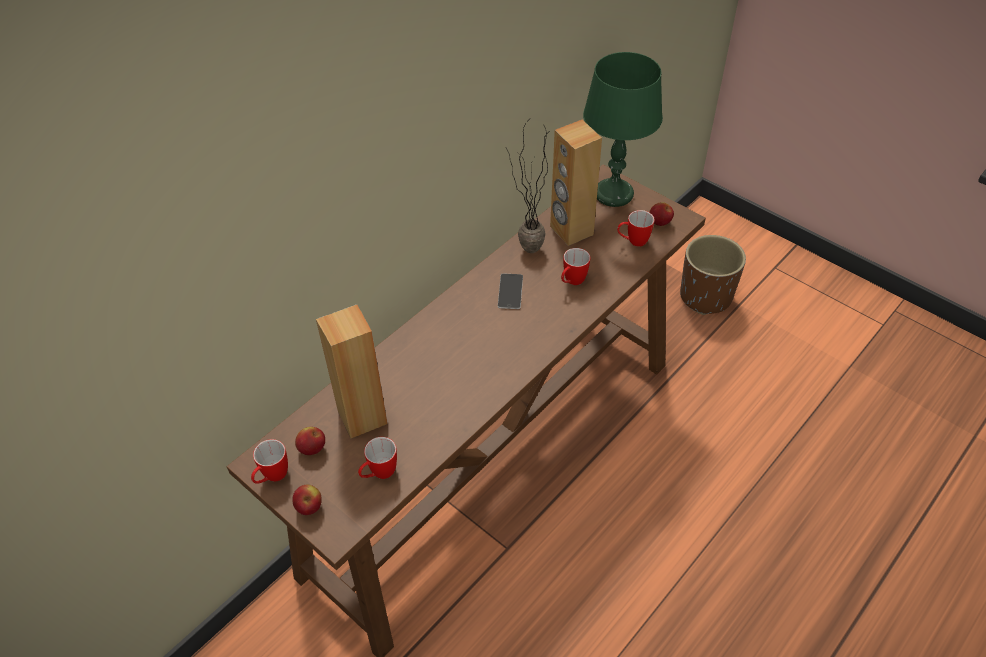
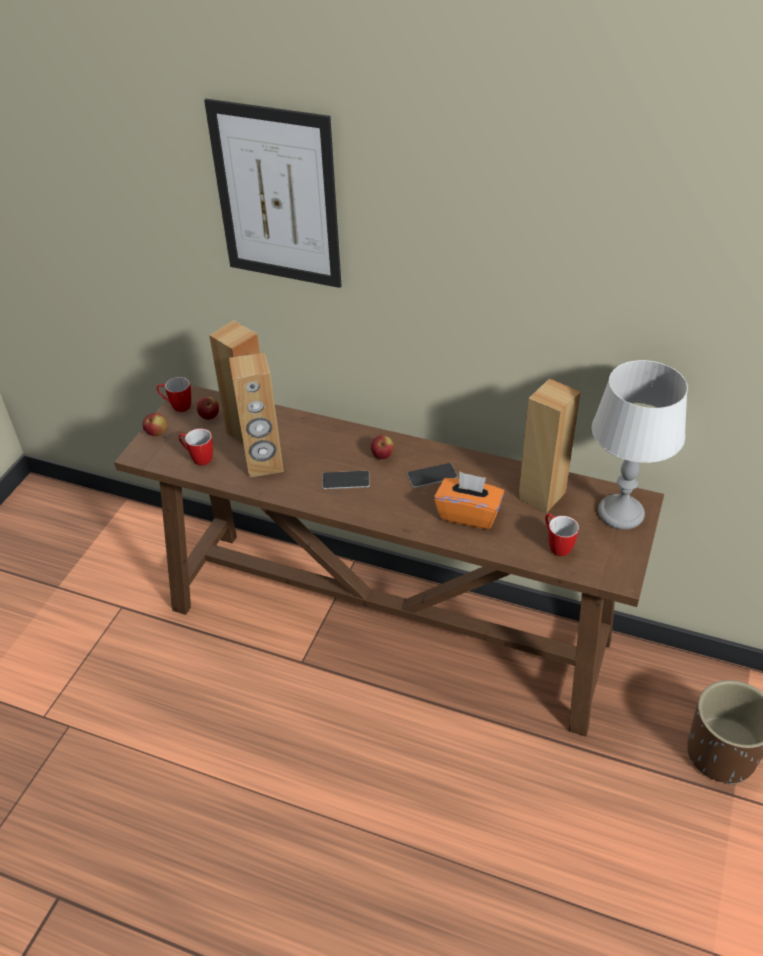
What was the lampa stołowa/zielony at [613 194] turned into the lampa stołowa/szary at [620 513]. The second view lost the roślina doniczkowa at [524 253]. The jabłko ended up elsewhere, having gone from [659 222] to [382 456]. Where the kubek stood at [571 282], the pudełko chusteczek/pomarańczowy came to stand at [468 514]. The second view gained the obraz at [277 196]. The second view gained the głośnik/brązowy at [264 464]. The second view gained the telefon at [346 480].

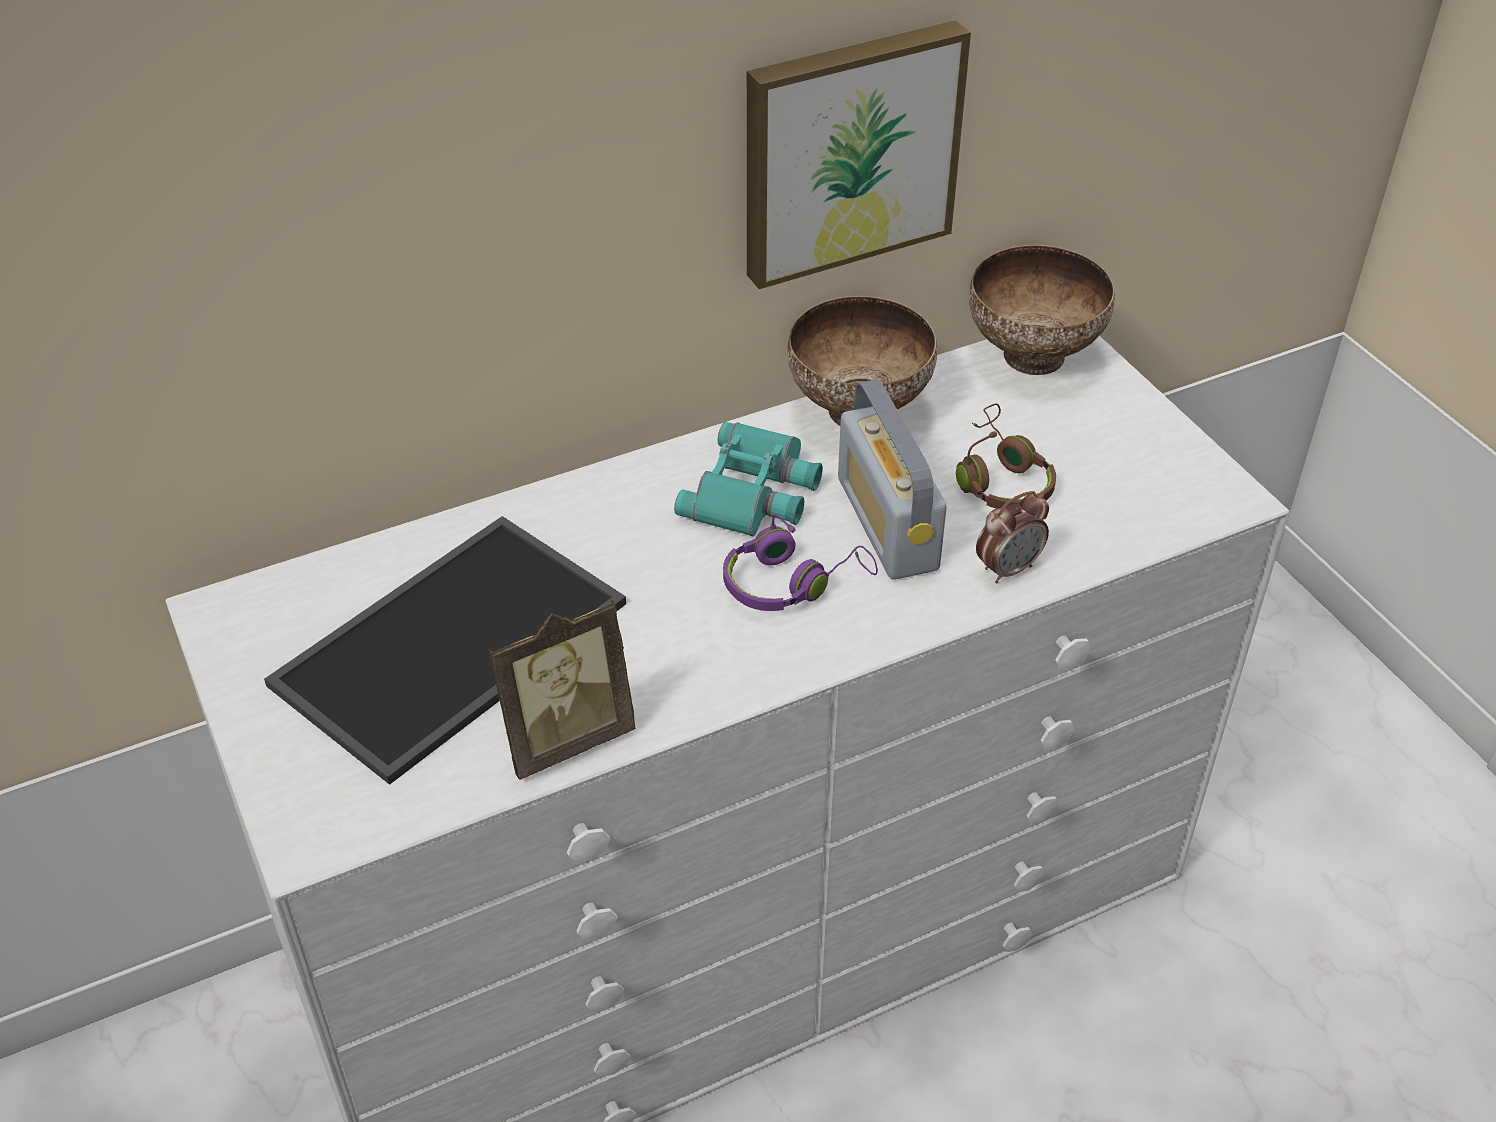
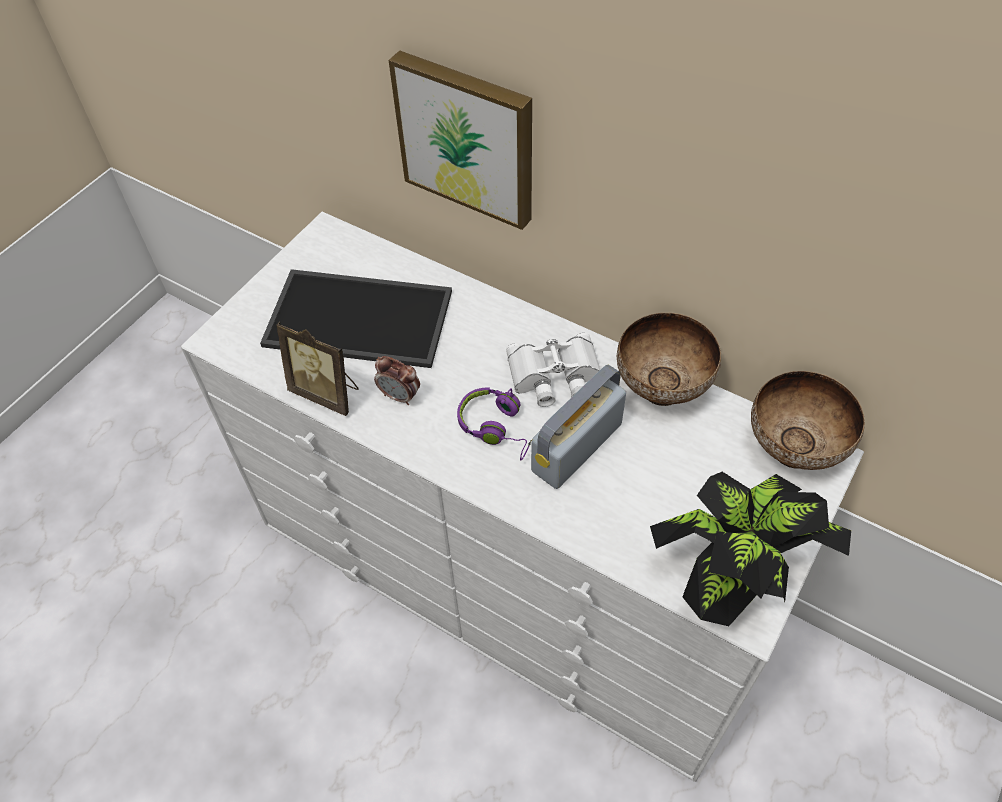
The obraz ended up elsewhere, having gone from [848 150] to [468 138]. The second view lost the słuchawki/brązowy at [999 478]. What was the lornetka/turkusowy at [755 492] turned into the lornetka/biały at [554 376]. The budzik ended up elsewhere, having gone from [1008 569] to [400 396]. The second view gained the roślina doniczkowa at [733 578].

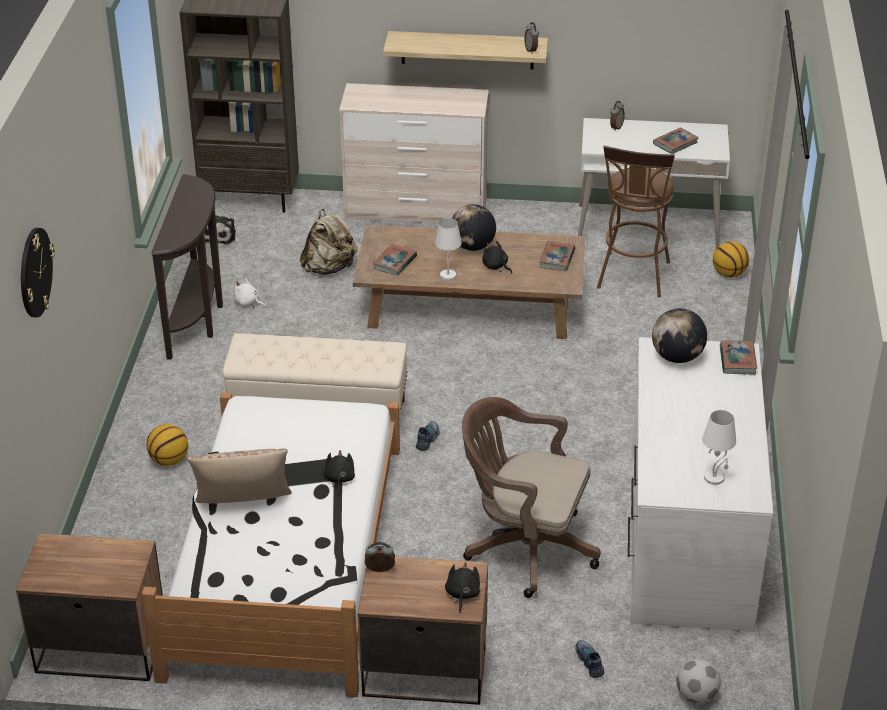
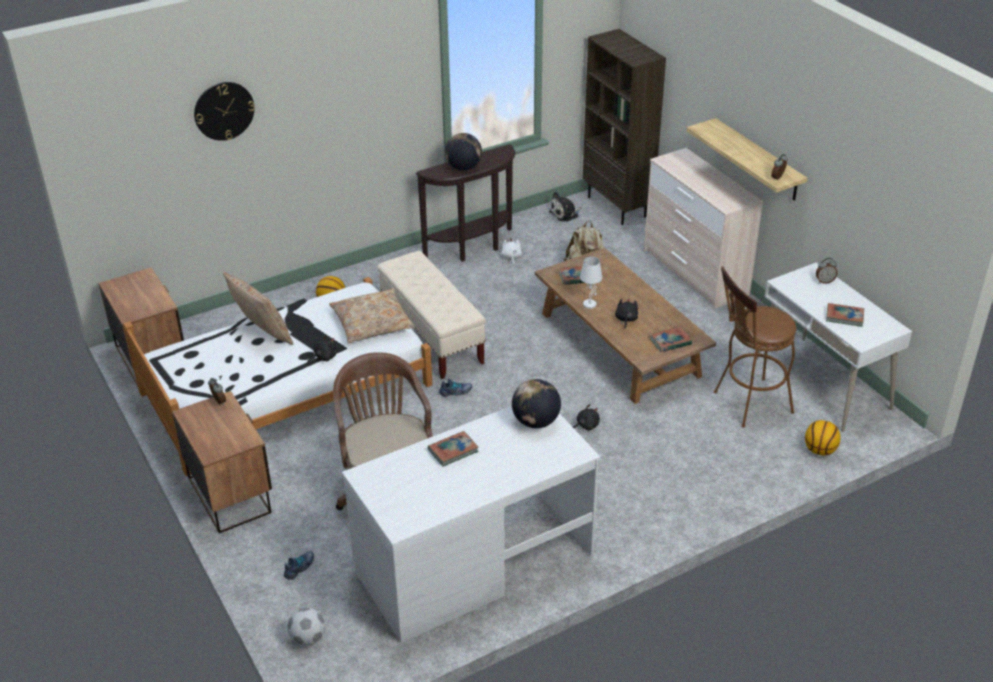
The globus ended up elsewhere, having gone from [472 246] to [463 167]. The książka ended up elsewhere, having gone from [737 360] to [453 451]. The second view lost the lampa stołowa/biały at [714 477]. The pluszak/czarny ended up elsewhere, having gone from [462 594] to [586 425]. The second view gained the poduszka/beżowy at [372 324].

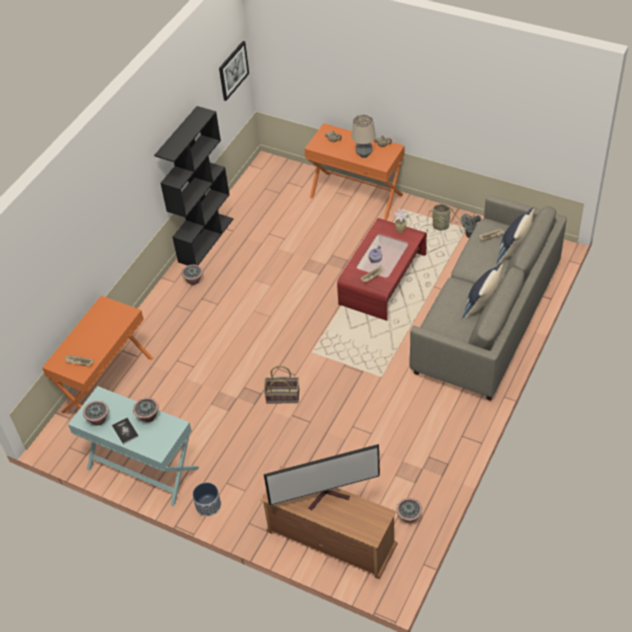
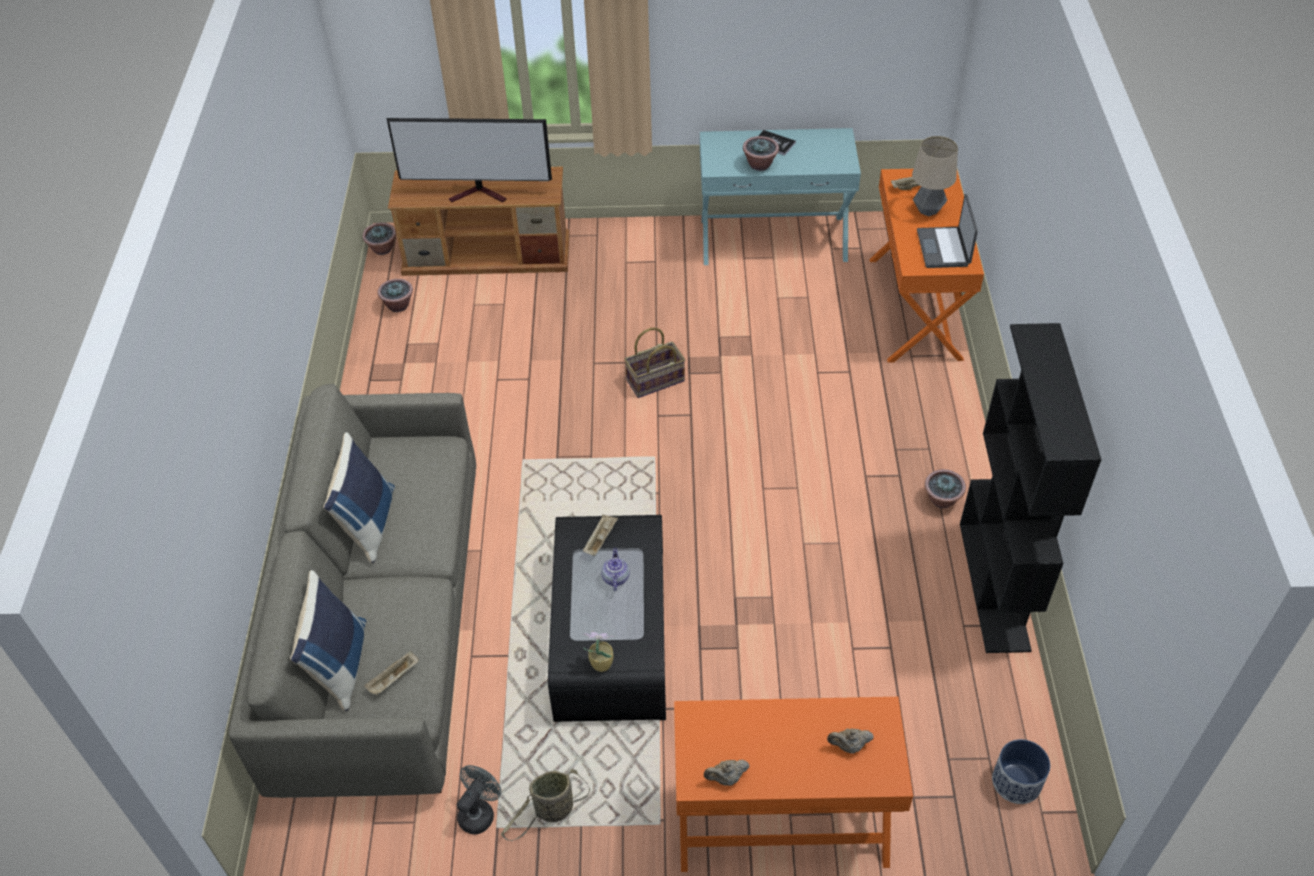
The second view lost the obraz at [233 70]. The lampa stołowa ended up elsewhere, having gone from [364 154] to [928 210]. What was the ława/czerwony at [383 279] turned into the ława/czarny at [610 633]. The roślina doniczkowa ended up elsewhere, having gone from [98 419] to [382 249]. The telewizor at [328 496] ended up facing another way, 135 degrees counterclockwise from before. The donica ended up elsewhere, having gone from [208 505] to [1016 781]. The second view gained the laptop at [944 248].

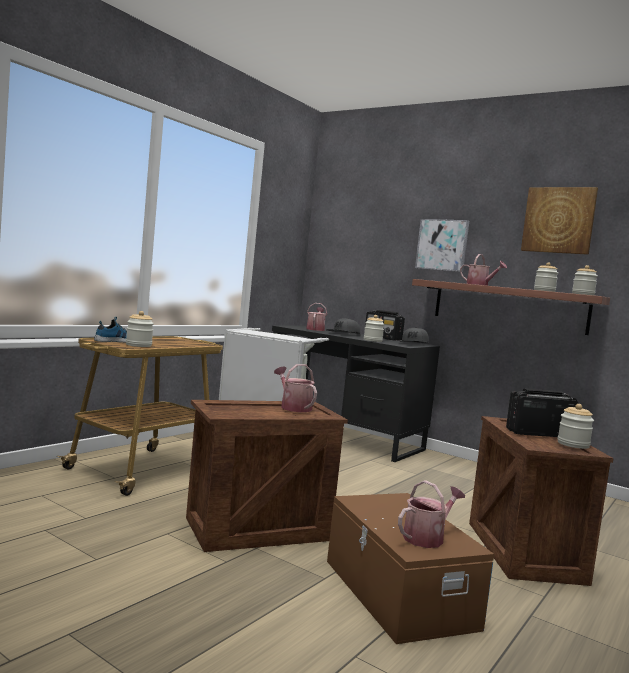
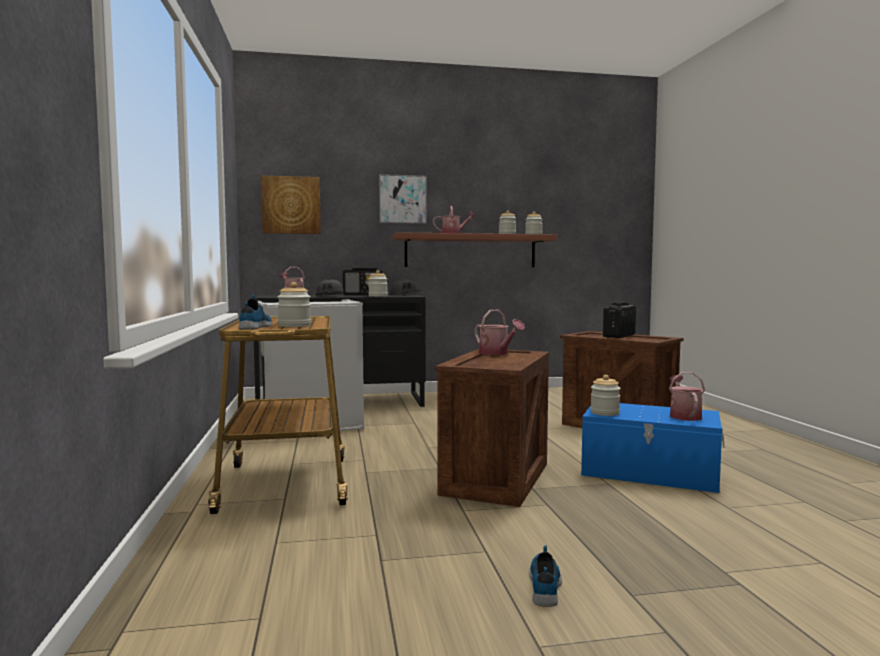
The obraz ended up elsewhere, having gone from [558 220] to [291 205]. The konewka at [293 407] ended up facing another way, 135 degrees counterclockwise from before. The słoik ended up elsewhere, having gone from [573 444] to [605 413]. What was the pojemnik do przechowywania/brązowy at [397 594] turned into the pojemnik do przechowywania/niebieski at [650 472]. The second view gained the but at [545 584].

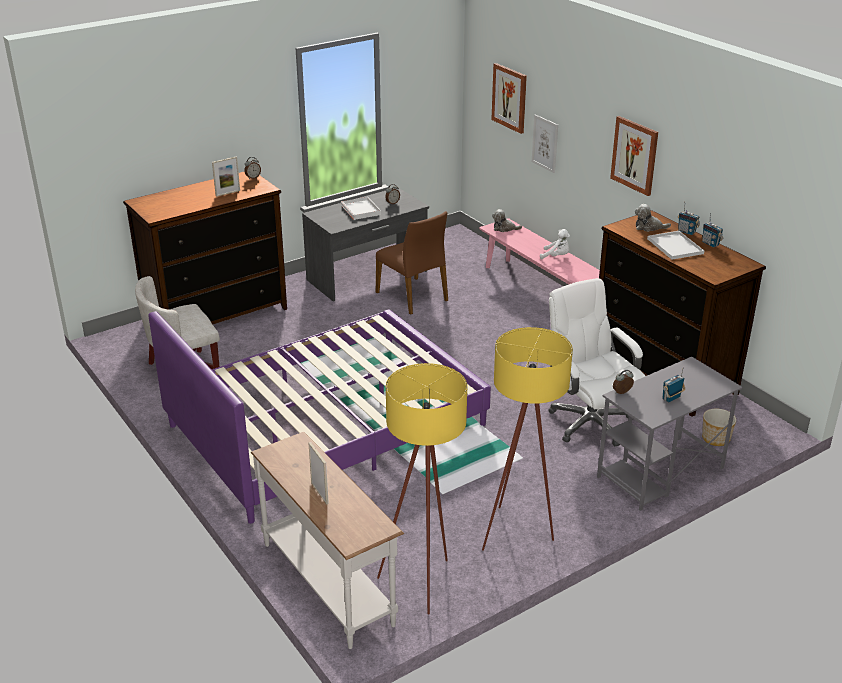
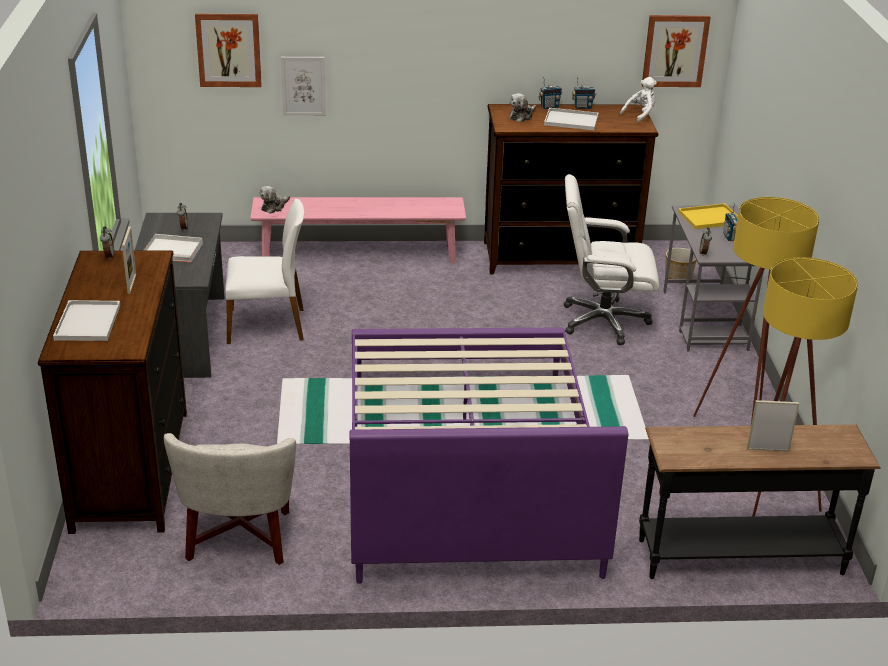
The obraz ended up elsewhere, having gone from [634 155] to [675 50]. What was the krzesło/brązowy at [413 296] turned into the krzesło/biały at [267 325]. The pluszak/biały ended up elsewhere, having gone from [556 256] to [640 114]. What was the stolik konsolowy/biały at [329 583] turned into the stolik konsolowy/czarny at [739 555]. The second view gained the taca/żółty at [709 218]. The second view gained the taca/biały at [87 321].

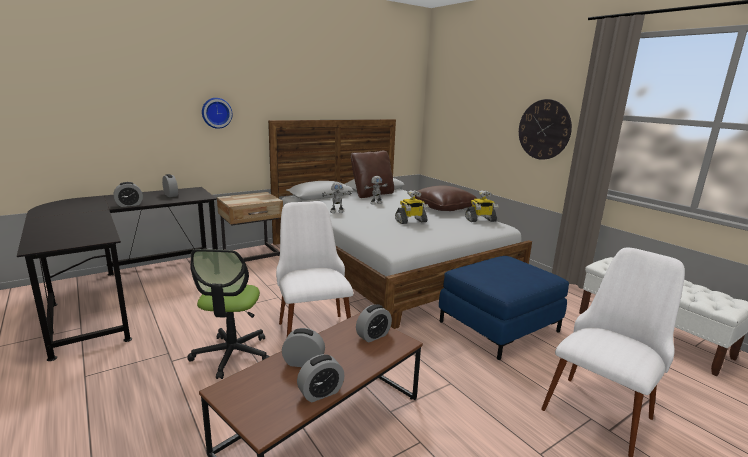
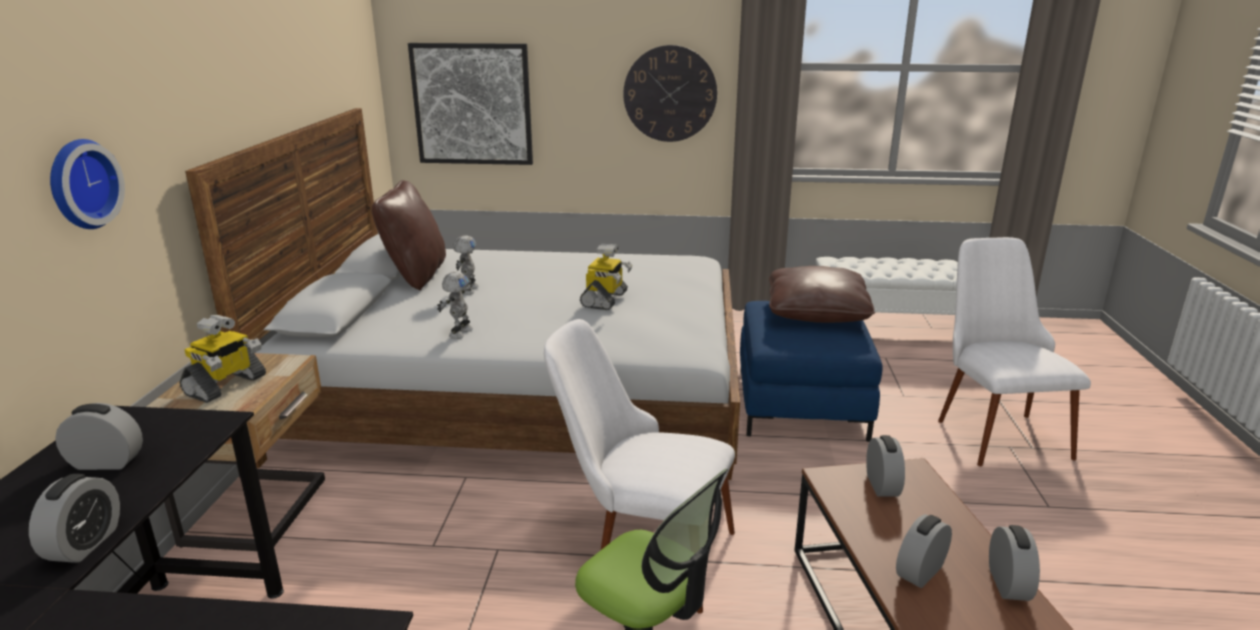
The poduszka/brązowy ended up elsewhere, having gone from [443 208] to [817 313]. The robot zabawkowy ended up elsewhere, having gone from [480 220] to [226 386]. The second view gained the obraz at [472 104].

